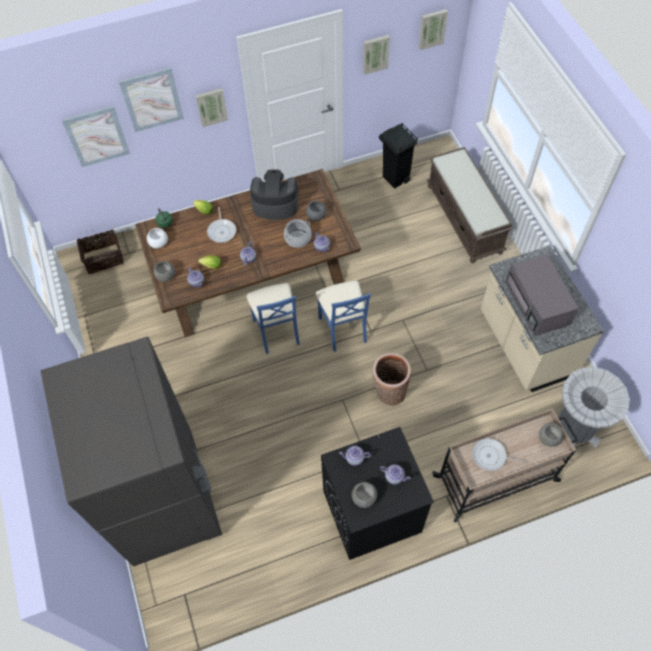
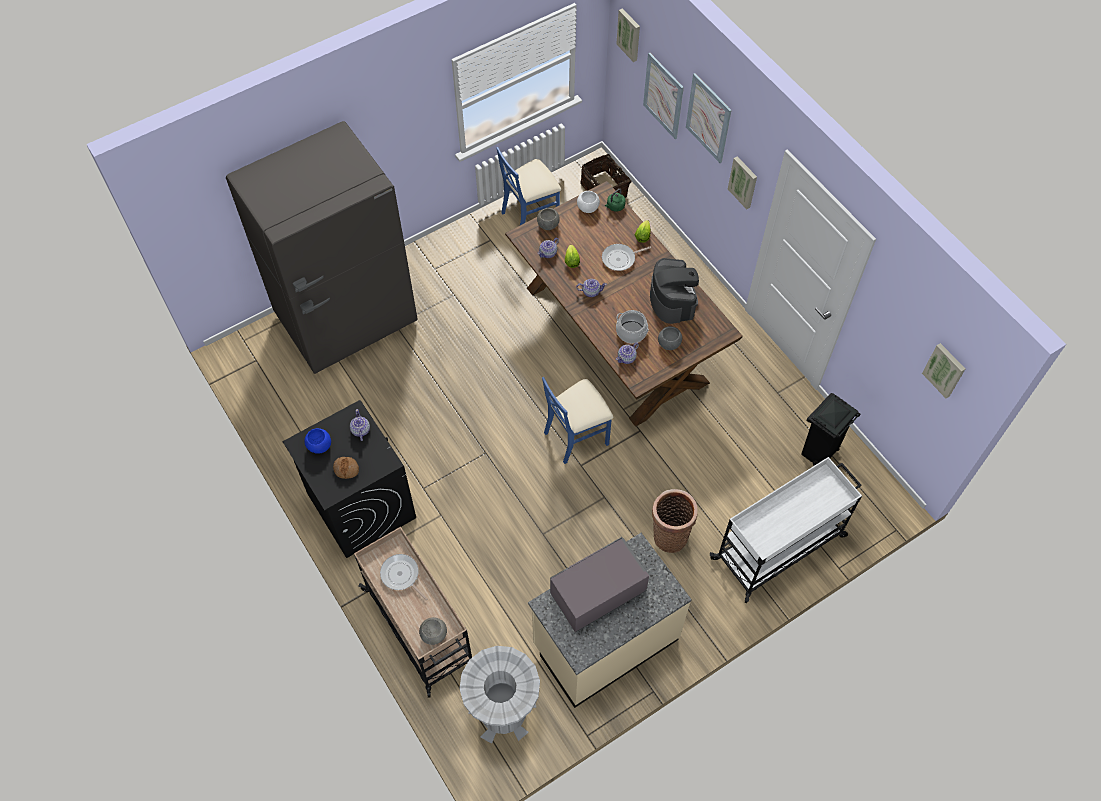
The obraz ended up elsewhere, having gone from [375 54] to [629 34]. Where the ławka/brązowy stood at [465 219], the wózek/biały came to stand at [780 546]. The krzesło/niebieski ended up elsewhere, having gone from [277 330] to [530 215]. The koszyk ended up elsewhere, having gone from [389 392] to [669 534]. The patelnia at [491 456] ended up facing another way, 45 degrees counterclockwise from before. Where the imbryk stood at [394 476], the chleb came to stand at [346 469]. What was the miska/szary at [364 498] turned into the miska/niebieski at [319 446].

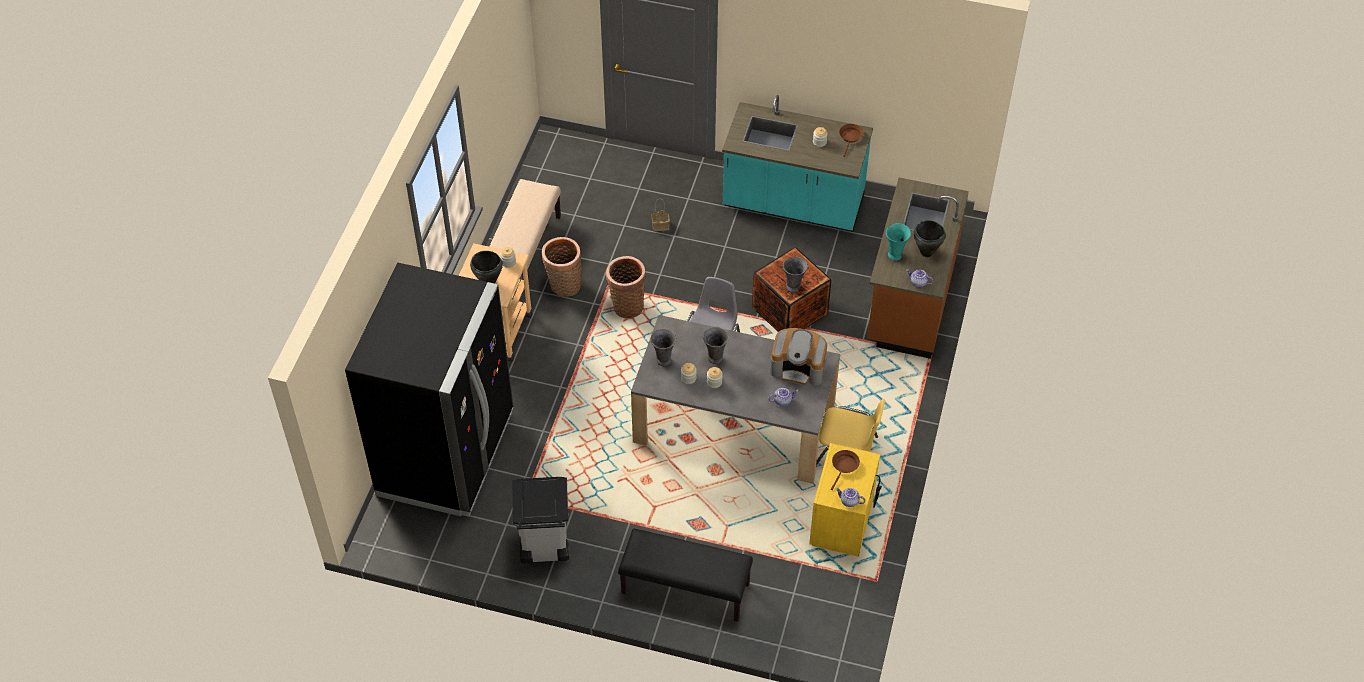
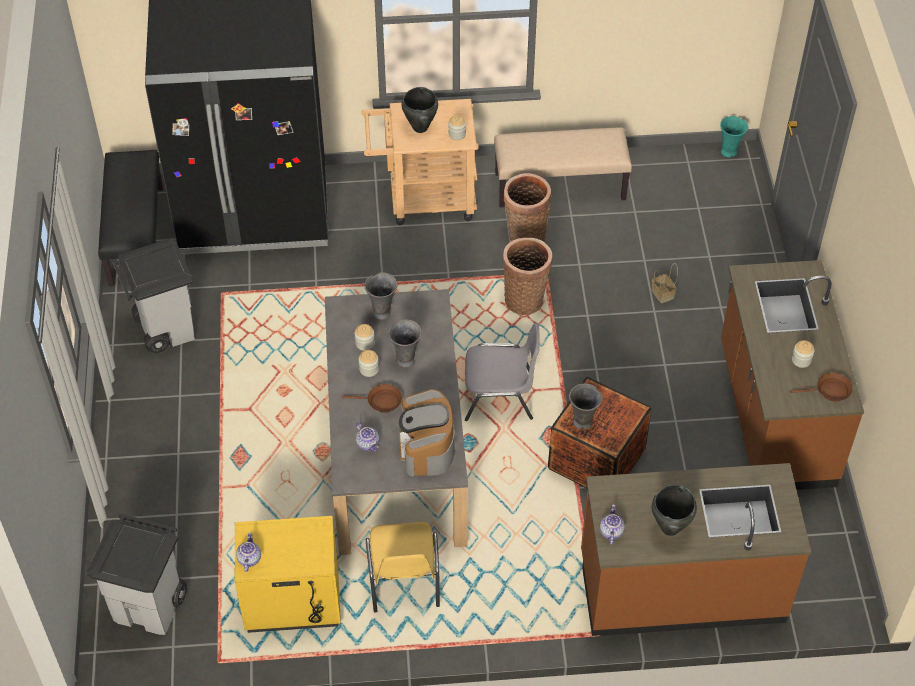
What was the zabudowa kuchenna/turkusowy at [793 204] turned into the zabudowa kuchenna/brązowy at [774 414]. The wazon/turkusowy ended up elsewhere, having gone from [895 255] to [729 152]. The patelnia/brązowy ended up elsewhere, having gone from [844 466] to [381 402]. The ławka/czarny ended up elsewhere, having gone from [684 589] to [136 236]. The second view gained the kosz na śmieci/szary at [150 606].

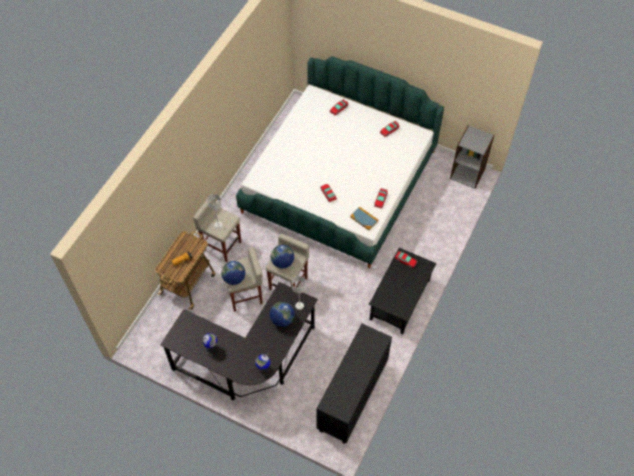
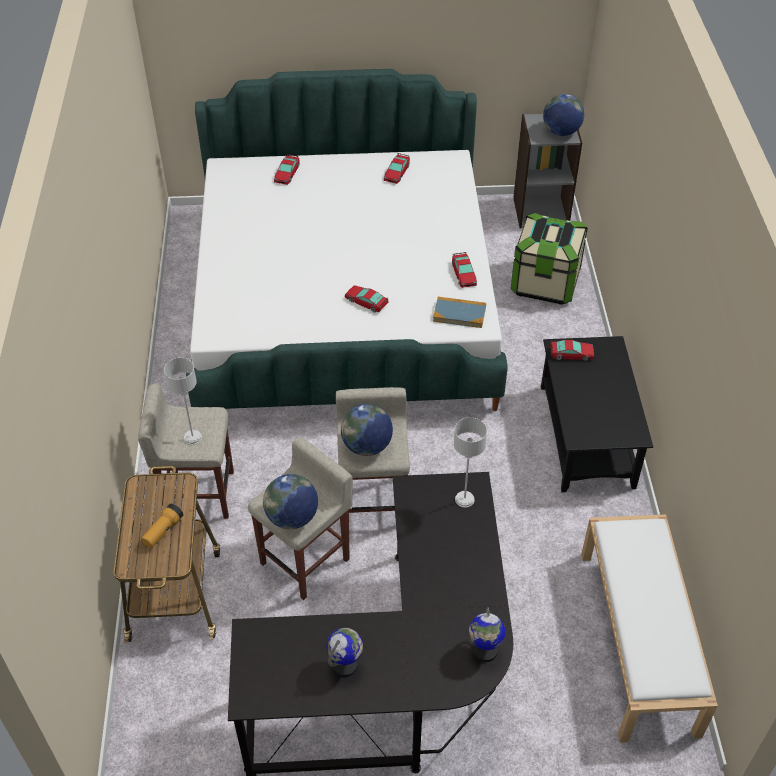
The globus ended up elsewhere, having gone from [282 319] to [561 132]. Where the szafka/czarny stood at [353 398], the ławka/biały came to stand at [639 641]. The second view gained the pojemnik do przechowywania at [545 283].

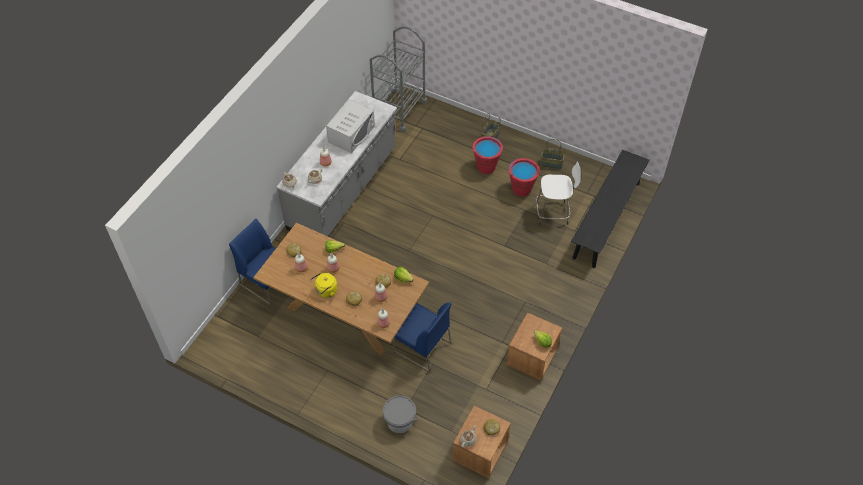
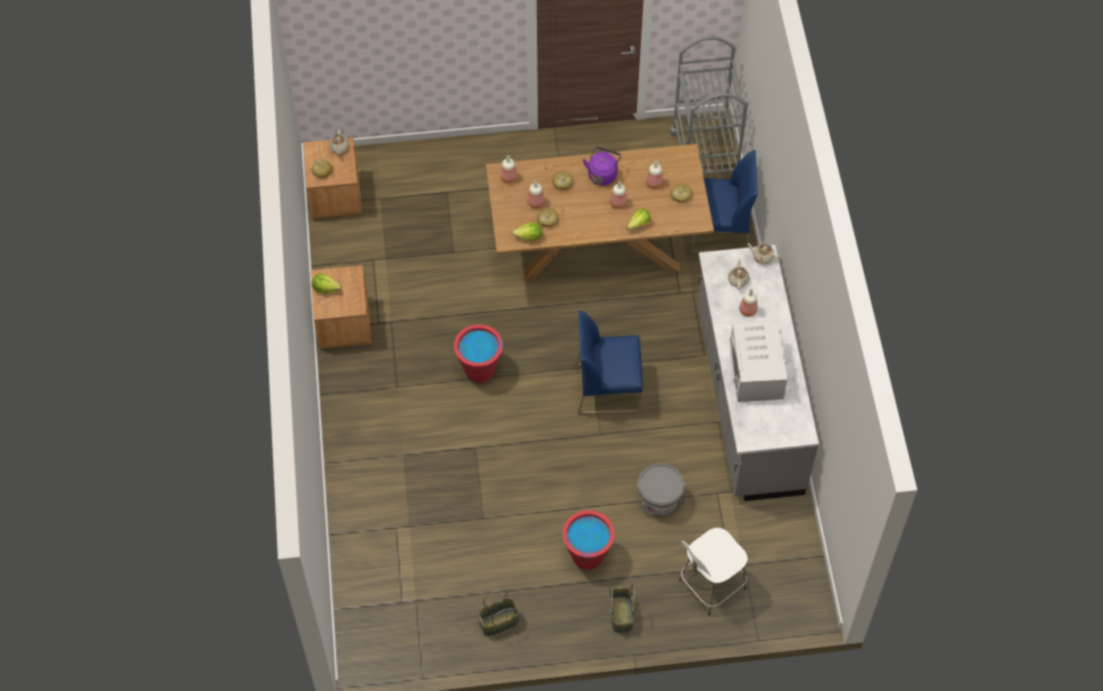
The wózek/szary ended up elsewhere, having gone from [399 110] to [704 158]. The second view lost the ławka/czarny at [606 220]. The wiadro/czerwony ended up elsewhere, having gone from [521 189] to [480 370]. The stołek/biały ended up elsewhere, having gone from [553 213] to [710 586]. What was the czajnik/żółty at [325 291] turned into the czajnik/fioletowy at [602 174]. The krzesło/niebieski ended up elsewhere, having gone from [421 347] to [608 388]. The wiadro/szary ended up elsewhere, having gone from [400 421] to [659 500].

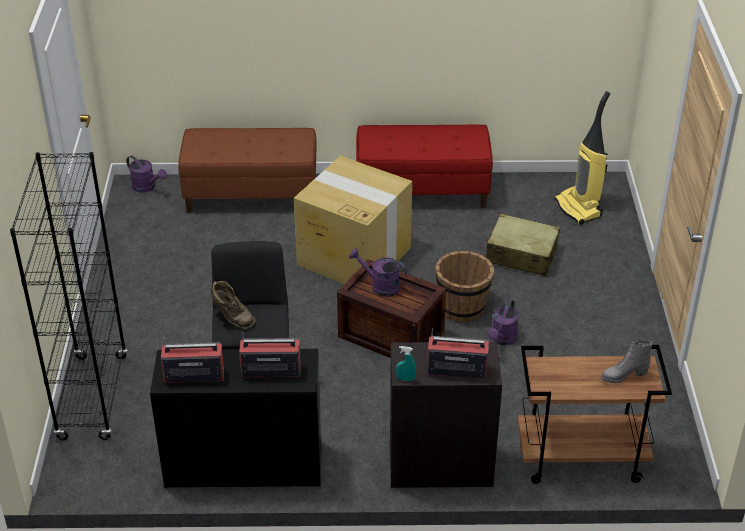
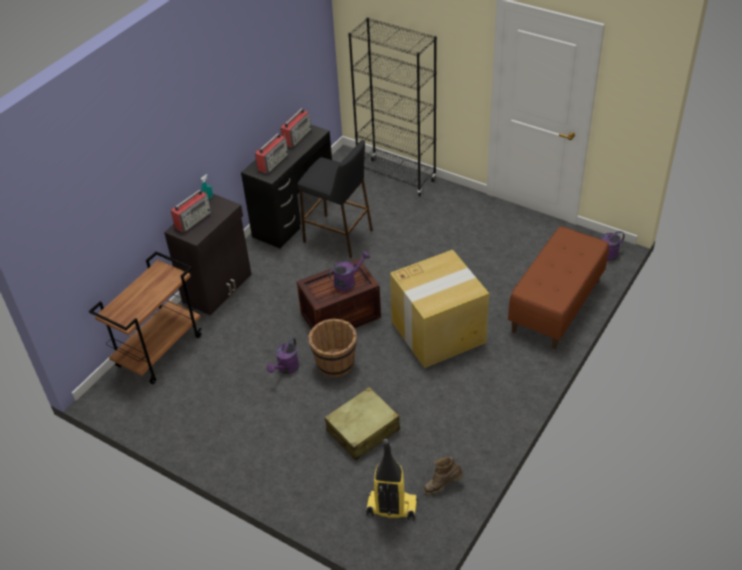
The second view lost the ławka/czerwony at [422 192]. The but z cholewką/brązowy ended up elsewhere, having gone from [232 318] to [442 485]. The konewka/fioletowy at [502 340] ended up facing another way, 120 degrees counterclockwise from before. The second view lost the but z cholewką/szary at [624 375].

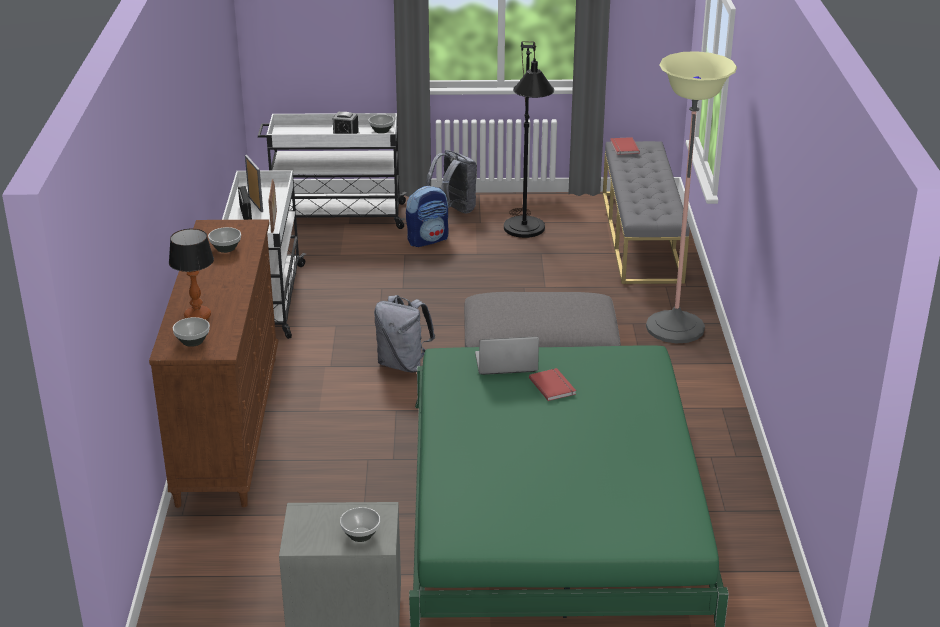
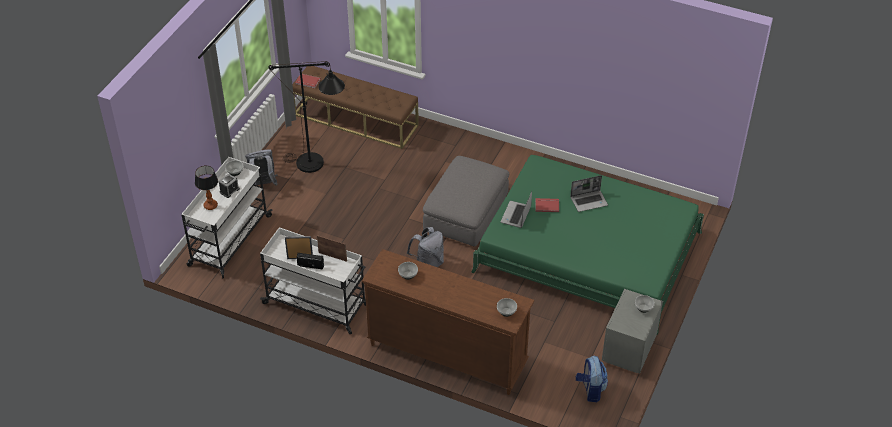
The second view lost the lampa stojąca at [675 328]. What was the ławka/szary at [641 236] turned into the ławka/brązowy at [356 120]. The plecak ended up elsewhere, having gone from [428 240] to [590 389]. The lampa stołowa ended up elsewhere, having gone from [197 316] to [210 206]. The second view gained the laptop at [589 201].

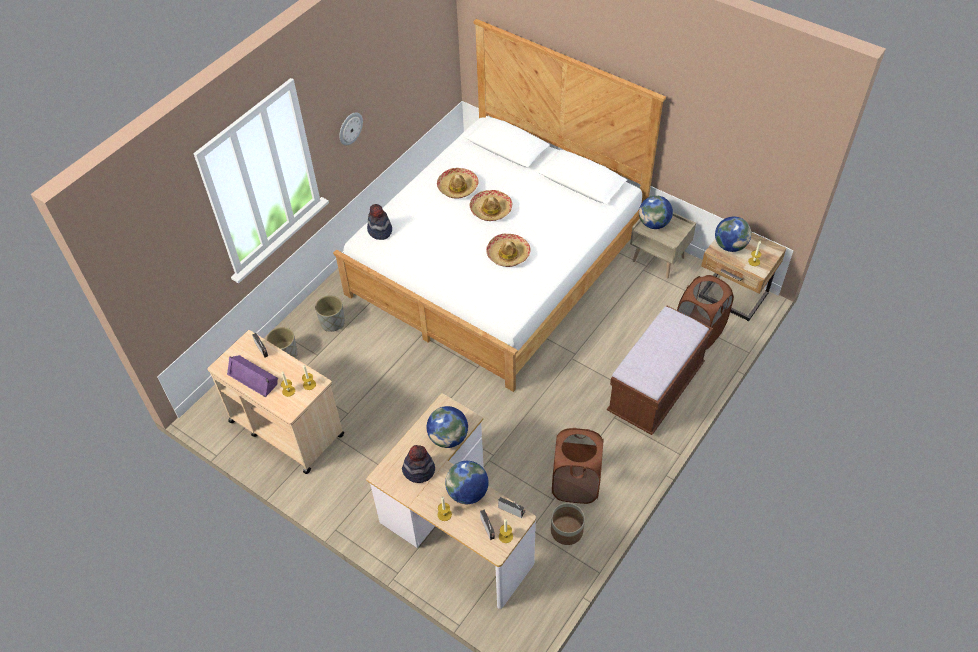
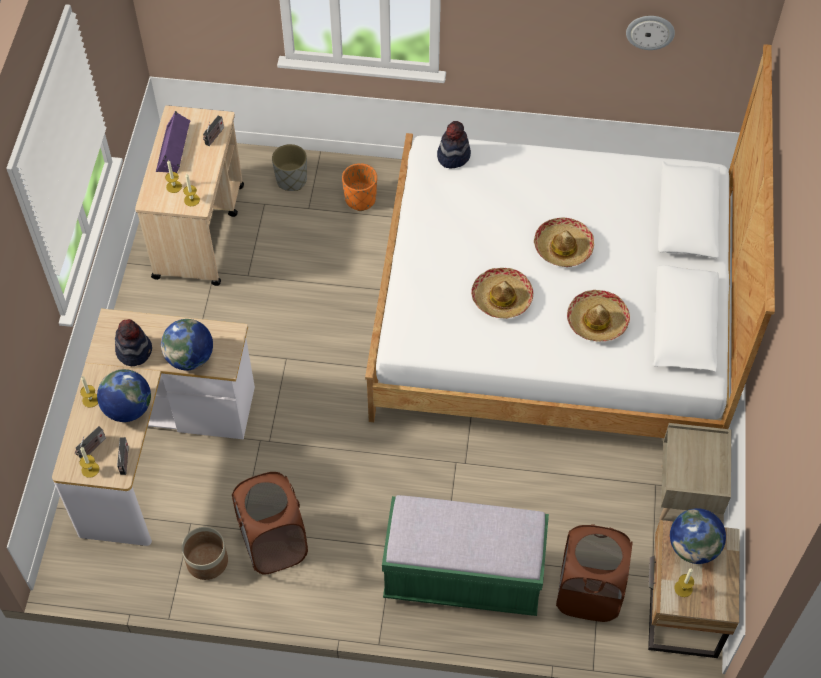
The zegar ścienny ended up elsewhere, having gone from [350 128] to [650 31]. The kapelusz ended up elsewhere, having gone from [458 187] to [597 321]. The second view lost the globus at [654 224]. What was the donica/szary at [332 323] turned into the donica/pomarańczowy at [360 199]. What was the ławka/brązowy at [655 389] turned into the ławka/zielony at [463 577].

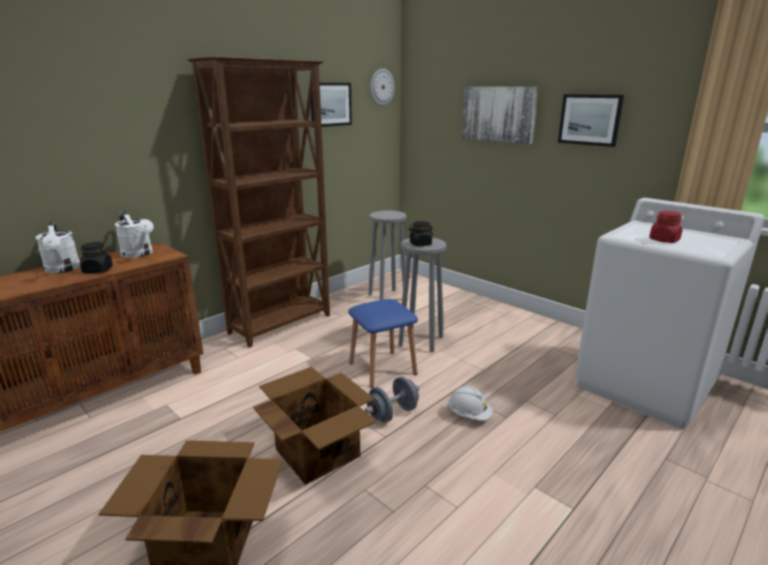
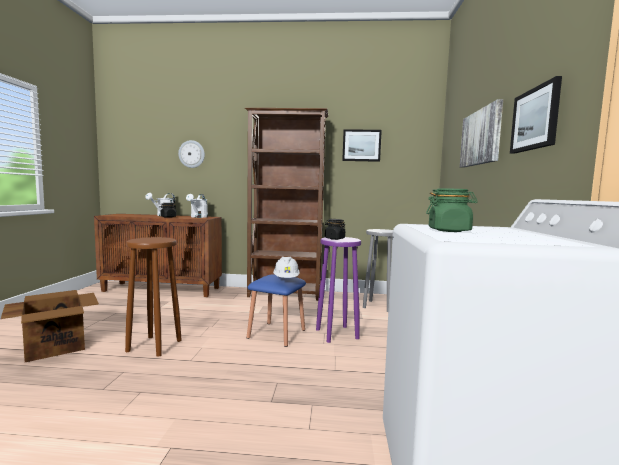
The zegar ścienny ended up elsewhere, having gone from [381 87] to [191 154]. What was the słoik/czerwony at [664 240] turned into the słoik/zielony at [449 230]. What was the stołek/szary at [420 341] turned into the stołek/fioletowy at [337 333]. Where the karton stood at [317 452], the stołek/brązowy came to stand at [155 346]. The second view lost the hantel/szary at [392 413]. The kask/biały ended up elsewhere, having gone from [469 415] to [286 279].

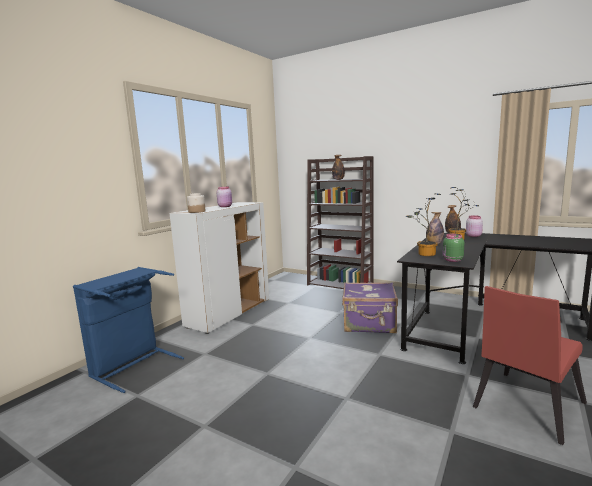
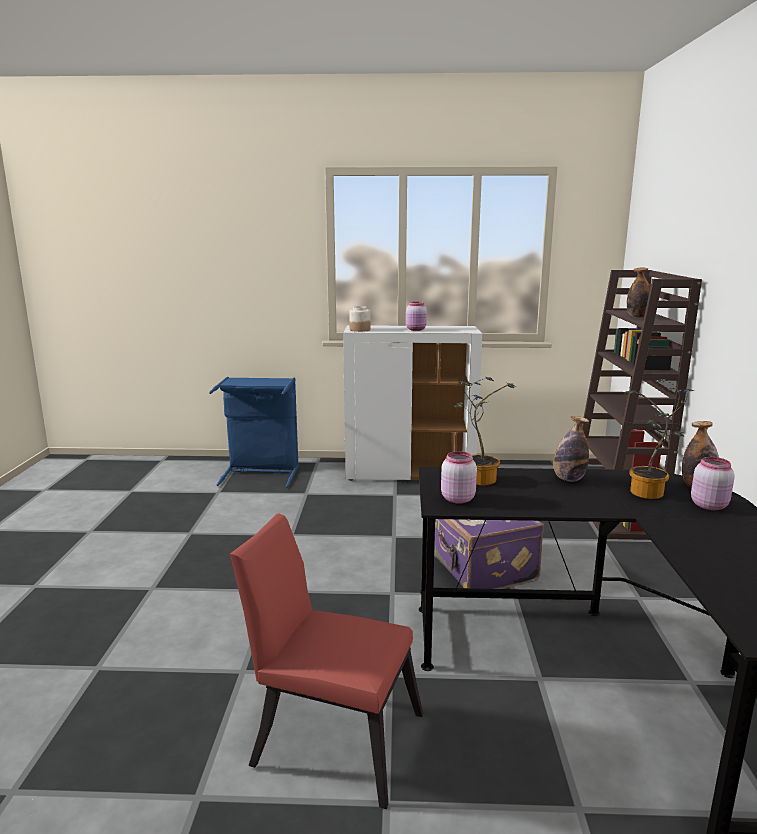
What was the słoik/zielony at [452 260] turned into the słoik/różowy at [457 498].

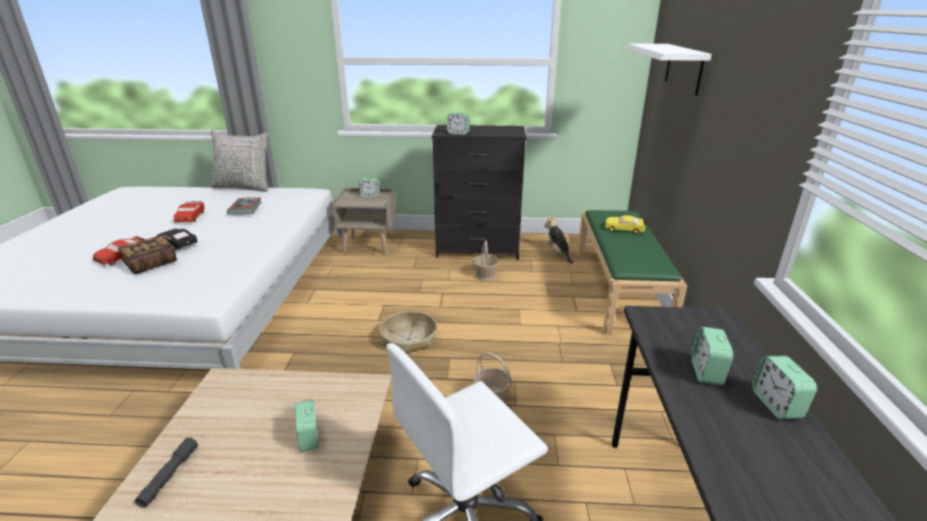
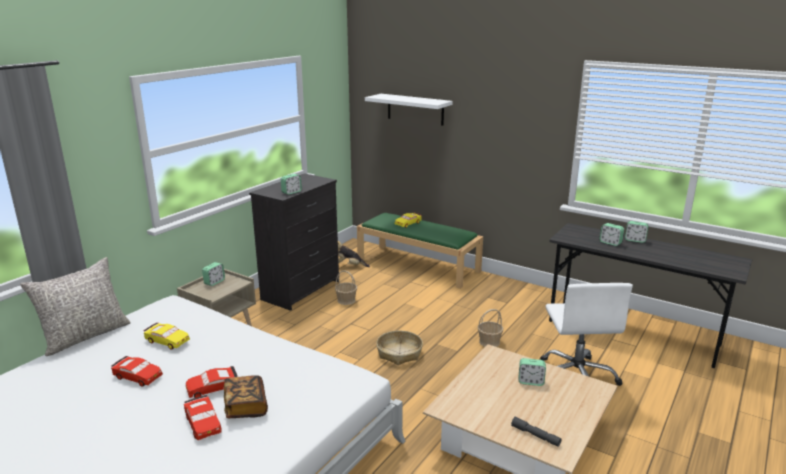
Where the książka stood at [245 208], the samochodzik/żółty came to stand at [167 341]. What was the samochodzik/czarny at [178 243] turned into the samochodzik/czerwony at [212 388].

